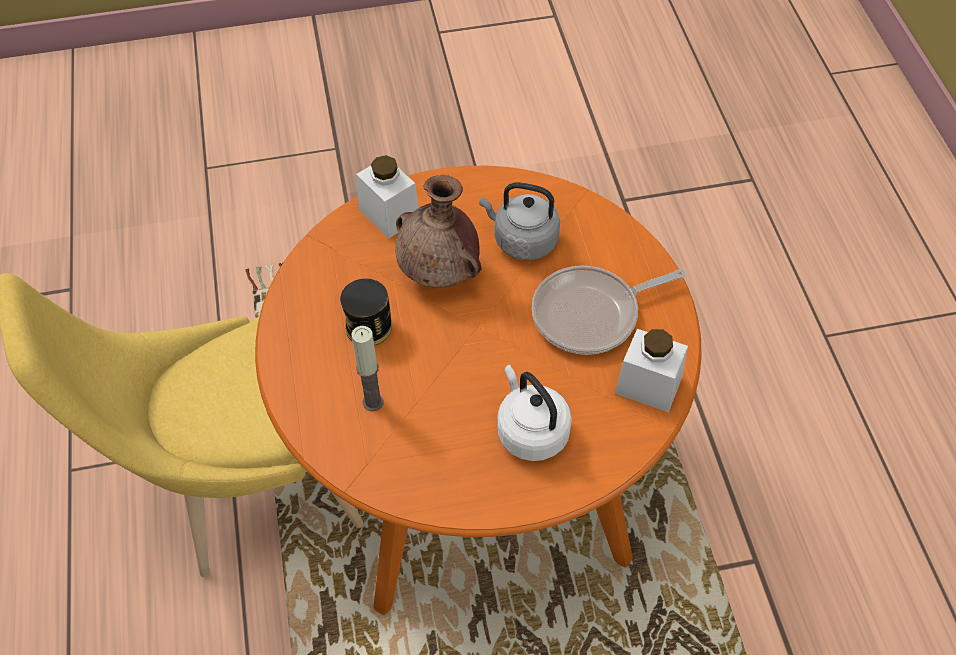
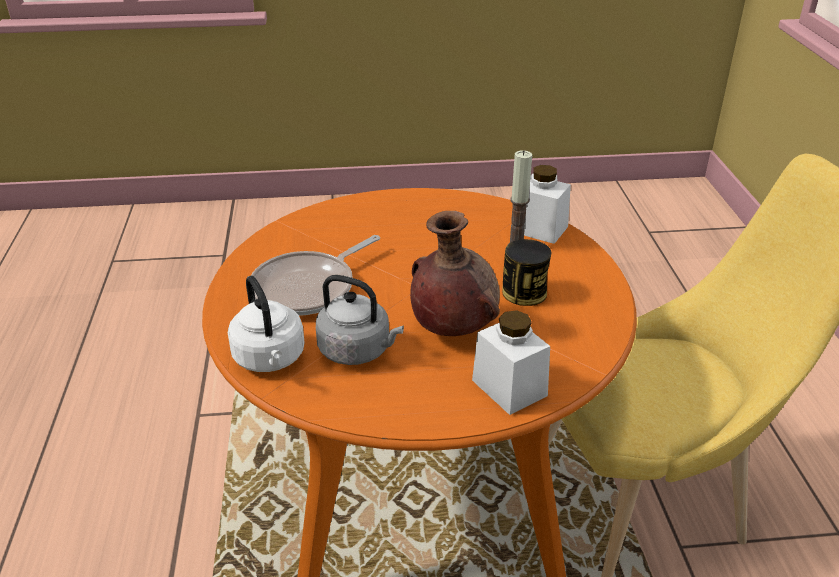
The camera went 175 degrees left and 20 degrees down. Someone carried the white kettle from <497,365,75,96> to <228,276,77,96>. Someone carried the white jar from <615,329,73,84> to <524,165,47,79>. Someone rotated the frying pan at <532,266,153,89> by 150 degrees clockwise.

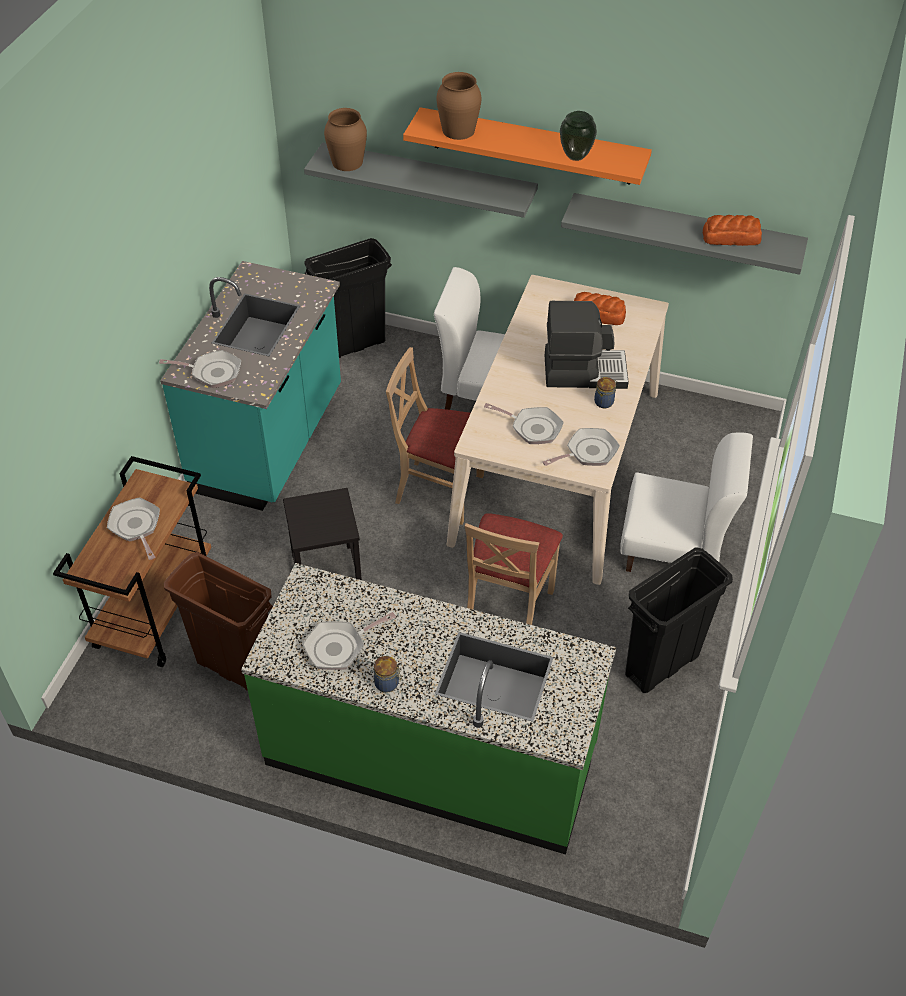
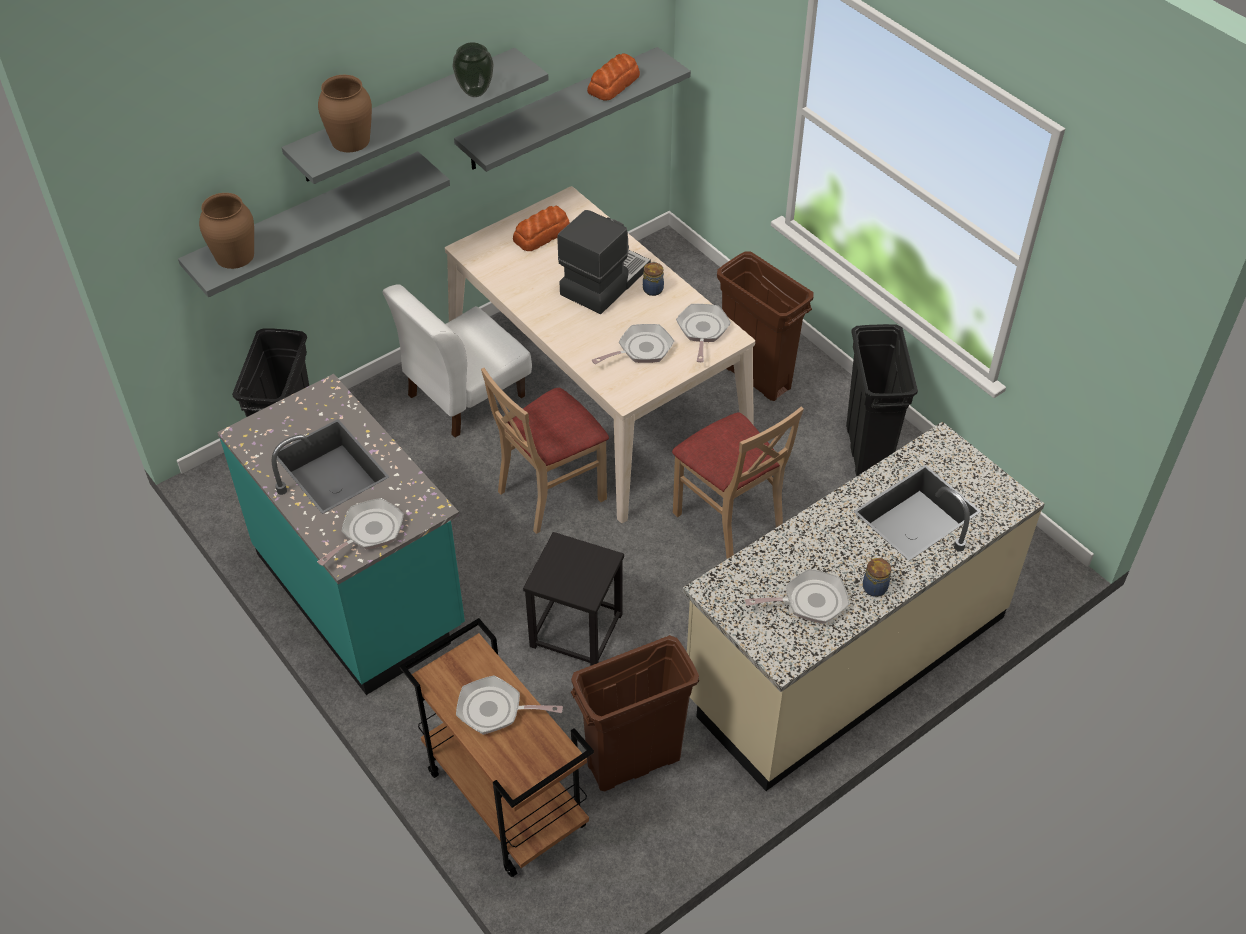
The camera went 55 degrees left and 0 degrees up. Someone swapped the white chair at <620,432,133,140> for the brown trash can at <717,251,97,150>. Someone repainted the green counter at <241,563,375,292>, which became the beige counter at <682,421,363,370>. Someone repainted the orange shelf at <403,107,249,78>, which became the grey shelf at <282,48,267,136>. Someone rotated the frying pan at <303,612,93,58> by 105 degrees counterclockwise.

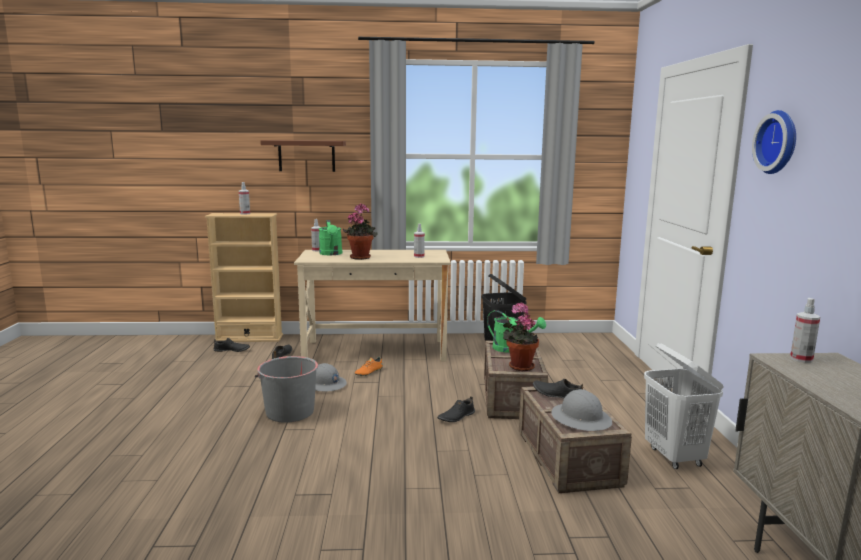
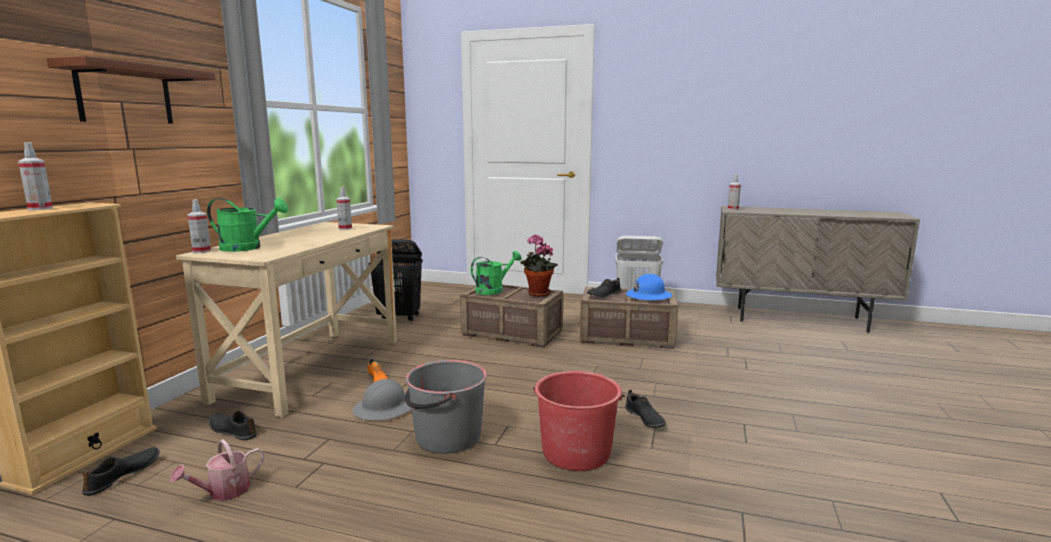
The camera went 70 degrees left and 0 degrees up. Someone took away the potted plant at <343,204,35,56>. Someone took away the wall clock at <752,110,44,64>. Someone put down the watering can at <170,439,94,62>. Someone put down the red bucket at <533,371,92,100>. Someone carried the black shoe from <437,396,38,26> to <625,390,41,38>. Someone repainted the grey hard hat at <551,389,61,42>, which became the blue hard hat at <626,274,46,27>.

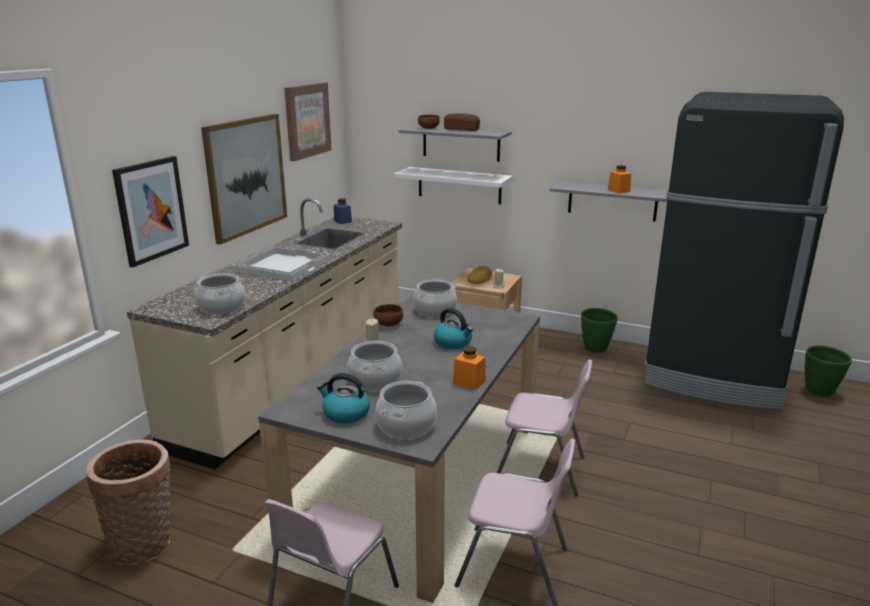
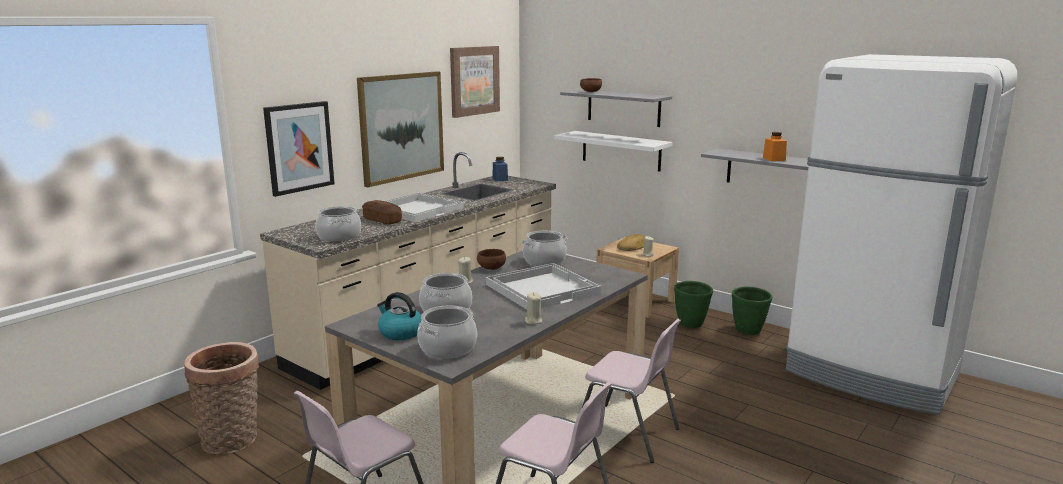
The camera went 15 degrees right and 5 degrees down. Someone carried the bread from <444,113,36,18> to <362,200,40,24>. Someone carried the green planter from <805,345,47,52> to <674,281,39,47>. Someone swapped the kettle at <434,308,39,41> for the white tray at <486,263,115,47>. Someone swapped the orange jar at <453,346,33,44> for the beige candle at <525,292,17,33>. Someone repainted the black fridge at <645,92,199,318>, which became the white fridge at <785,54,232,361>.

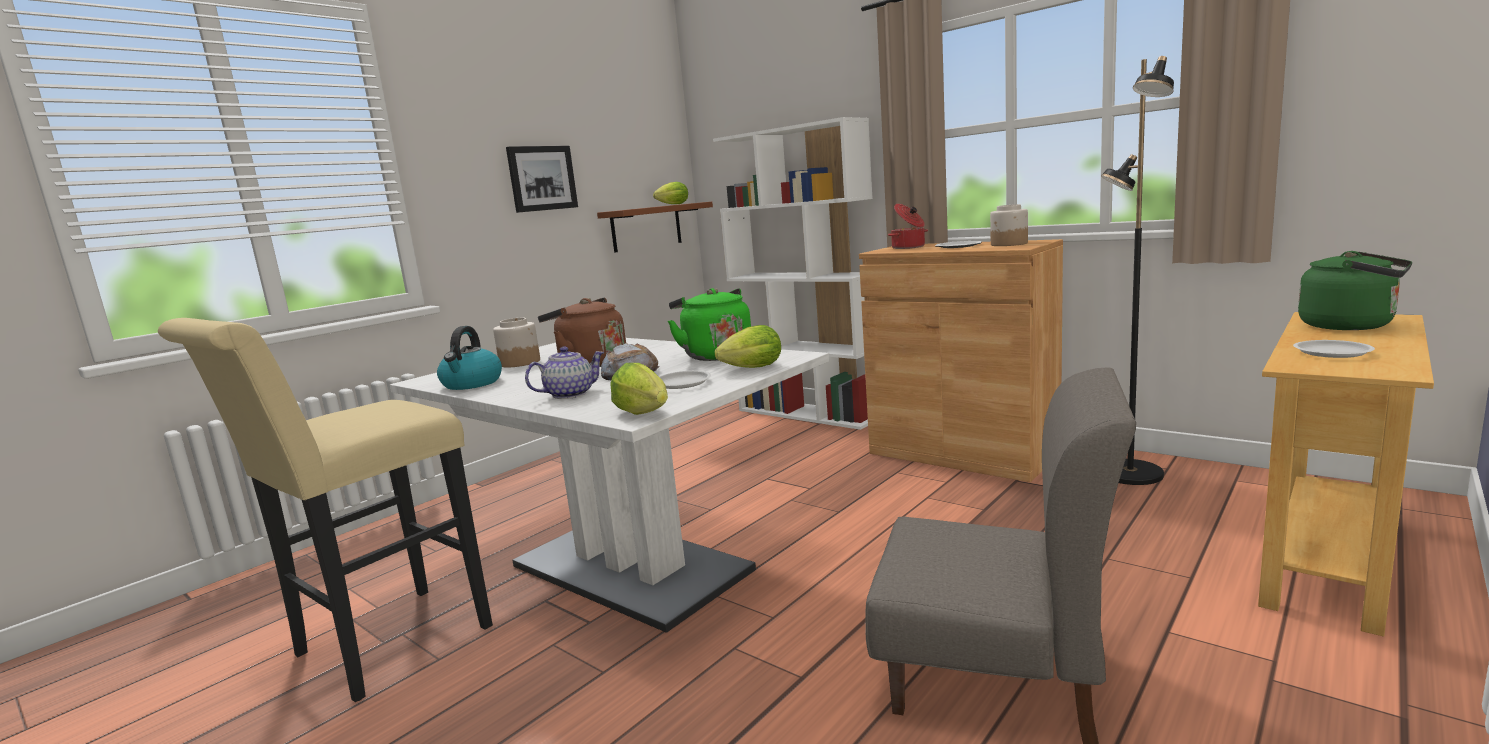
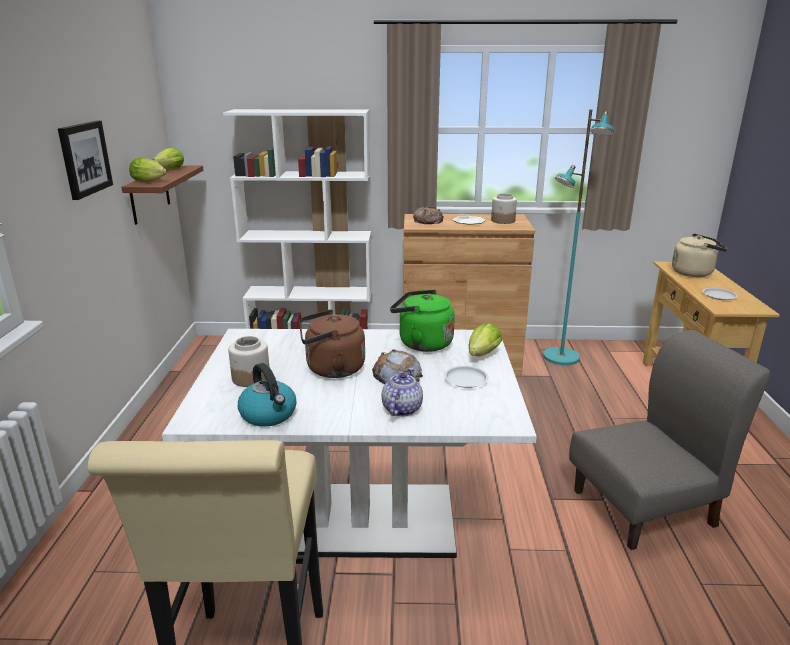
The camera went 40 degrees left and 10 degrees up. Someone carried the lettuce from <610,363,58,52> to <129,158,38,24>. Someone swapped the cooking pot at <888,204,40,45> for the bread at <413,206,31,18>. Someone repainted the black floor lamp at <1101,56,73,429>, which became the turquoise floor lamp at <543,109,71,256>. Someone repainted the green kettle at <1298,251,114,79>, which became the beige kettle at <672,233,55,44>.

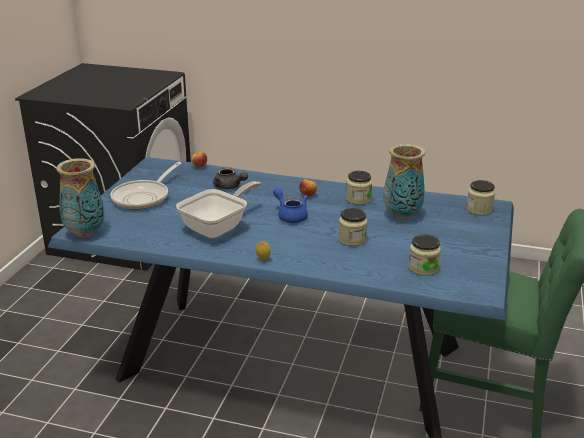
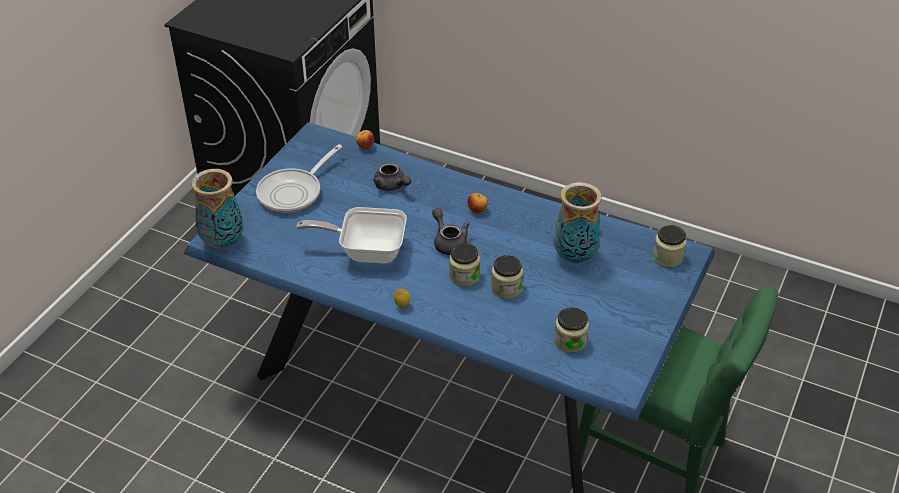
The camera went 10 degrees right and 15 degrees up. Someone carried the jar from <346,171,26,34> to <449,243,31,43>. Someone repainted the blue teapot at <273,188,35,35>, which became the grey teapot at <432,208,38,47>. Someone rotated the frying pan at <176,181,85,57> by 135 degrees counterclockwise.

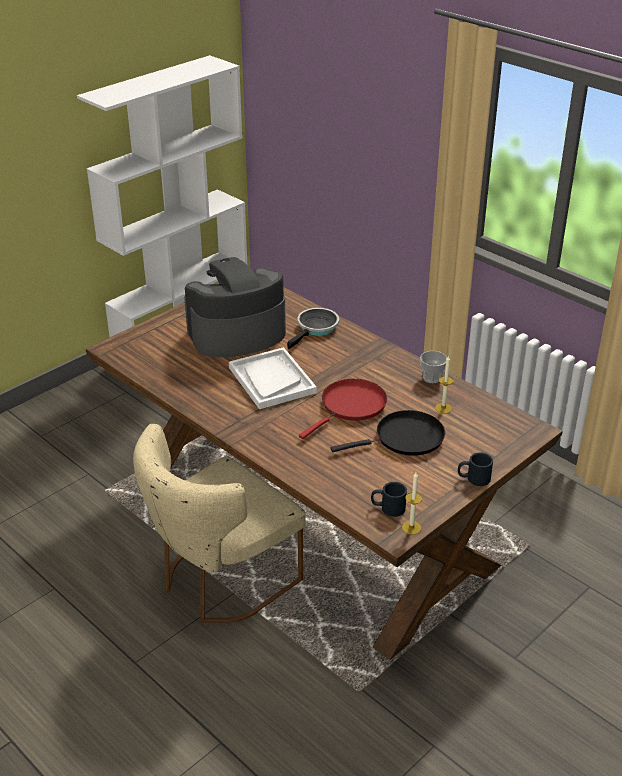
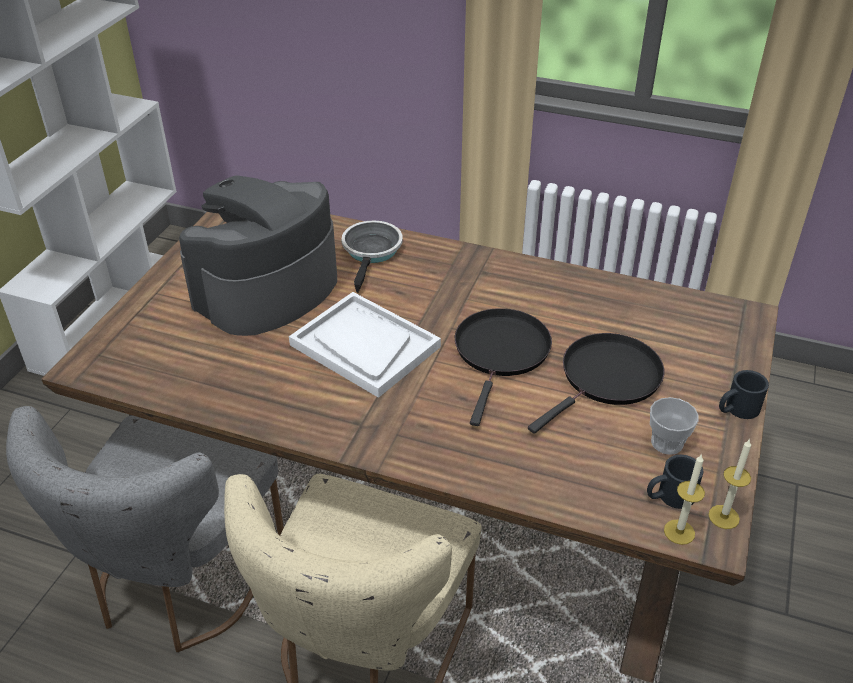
The camera went 25 degrees left and 5 degrees up. Someone put down the grey chair at <6,406,278,246>. Someone carried the cup from <420,351,27,32> to <650,397,48,58>. Someone carried the candle from <435,355,19,59> to <664,454,41,91>. Someone repainted the red frying pan at <299,379,88,60>, which became the black frying pan at <455,308,97,118>.

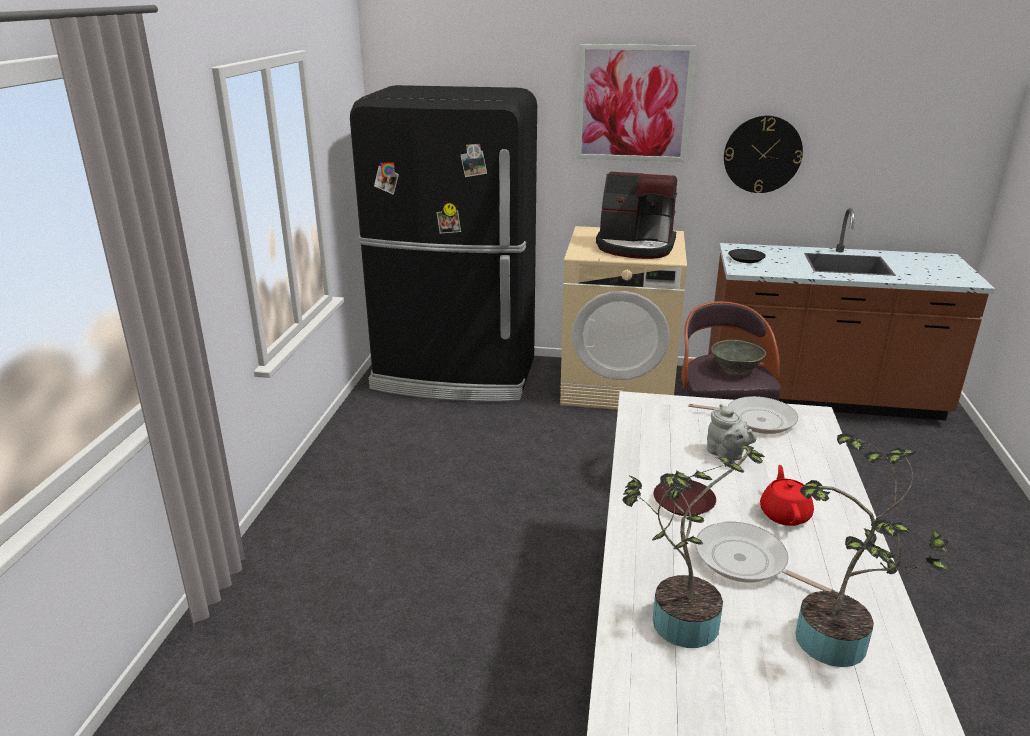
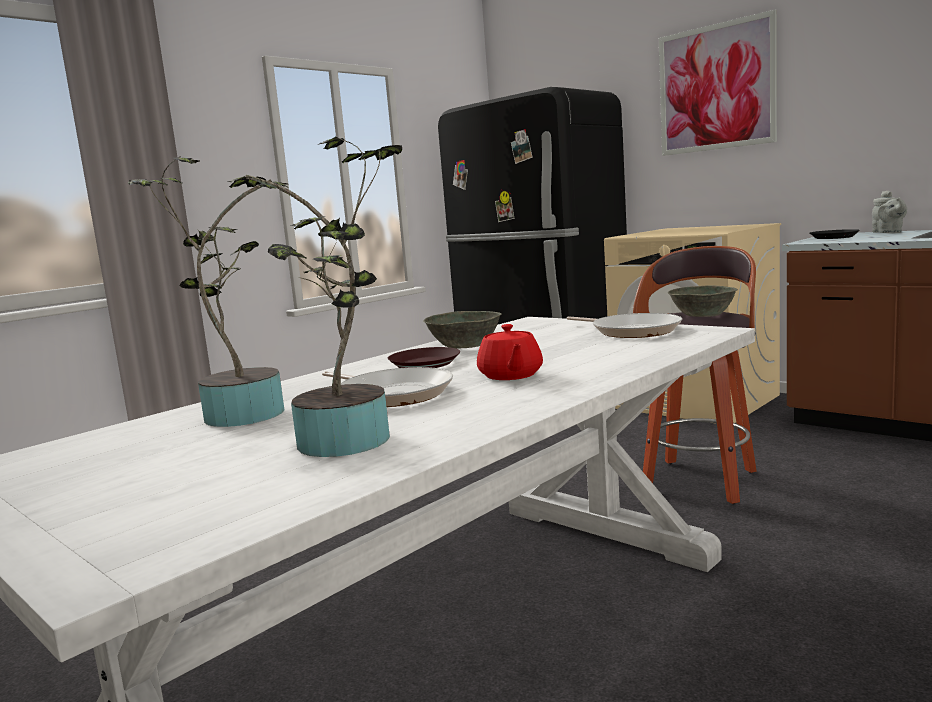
The camera went 35 degrees right and 15 degrees down. Someone took away the coffee machine at <596,172,81,87>. Someone took away the wall clock at <724,116,79,77>. Someone put down the grey bowl at <423,311,79,38>. Someone carried the grey teapot from <707,404,50,56> to <872,190,35,43>. Someone rotated the frying pan at <695,521,142,71> by 150 degrees clockwise. Someone rotated the red teapot at <760,465,54,61> by 135 degrees clockwise.

